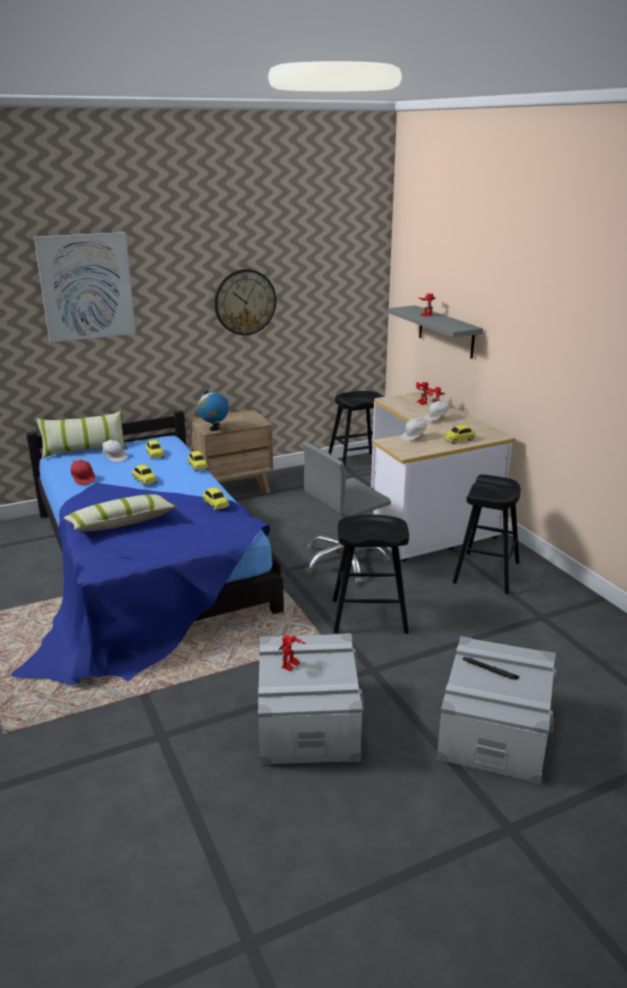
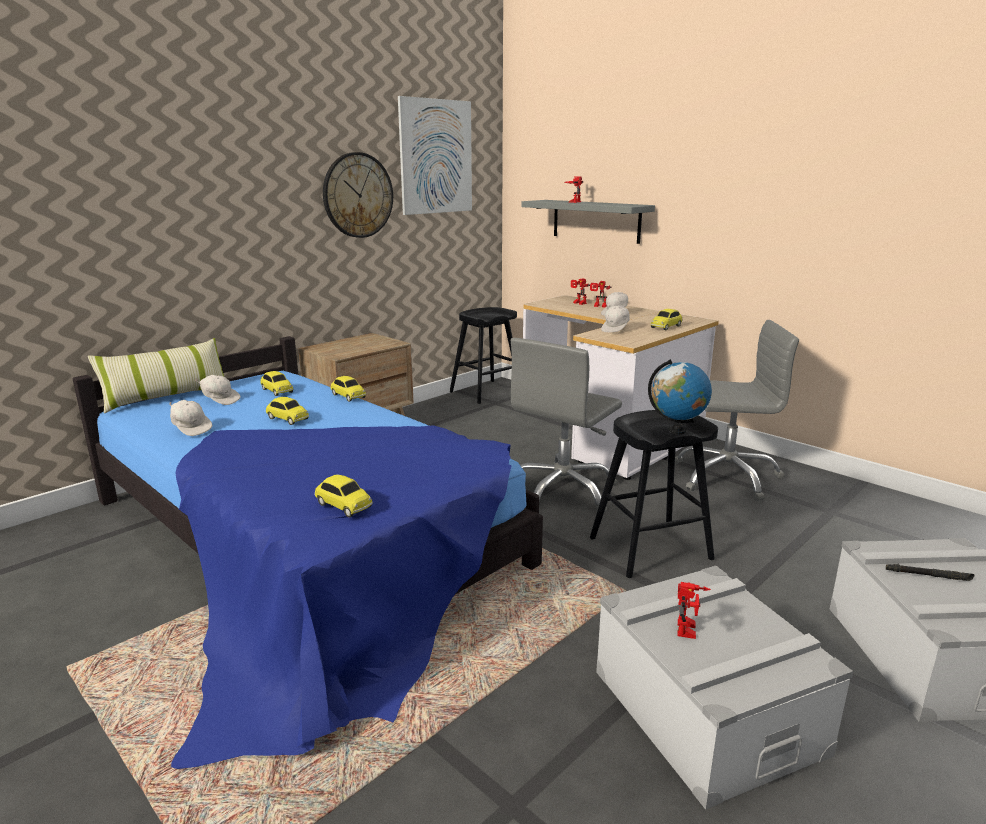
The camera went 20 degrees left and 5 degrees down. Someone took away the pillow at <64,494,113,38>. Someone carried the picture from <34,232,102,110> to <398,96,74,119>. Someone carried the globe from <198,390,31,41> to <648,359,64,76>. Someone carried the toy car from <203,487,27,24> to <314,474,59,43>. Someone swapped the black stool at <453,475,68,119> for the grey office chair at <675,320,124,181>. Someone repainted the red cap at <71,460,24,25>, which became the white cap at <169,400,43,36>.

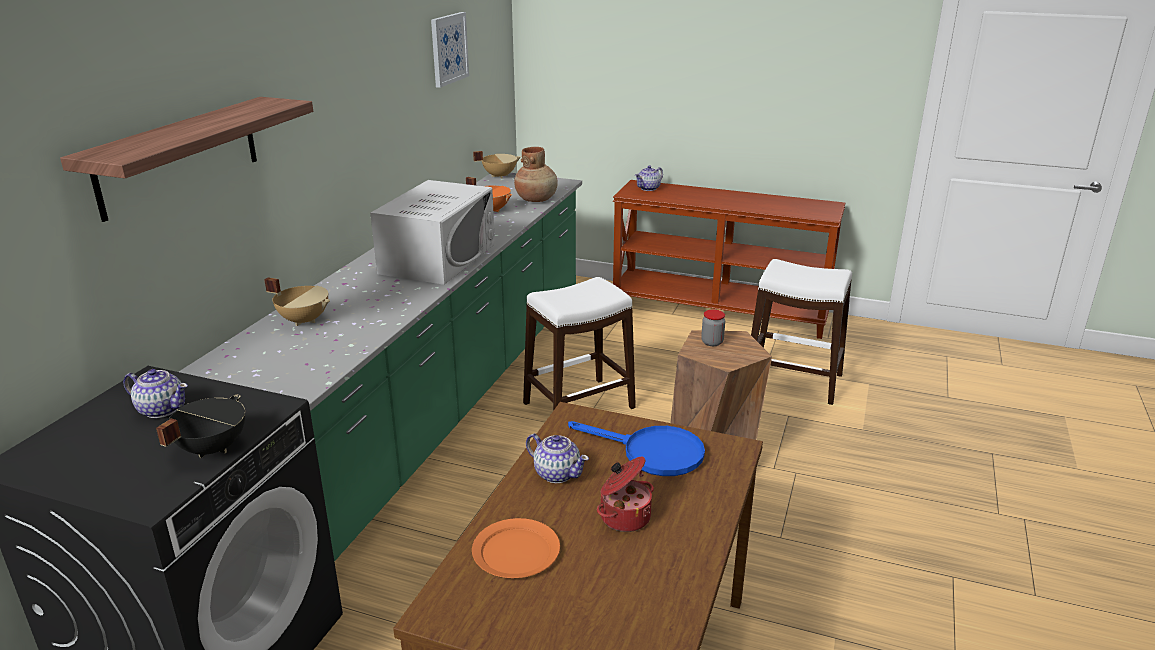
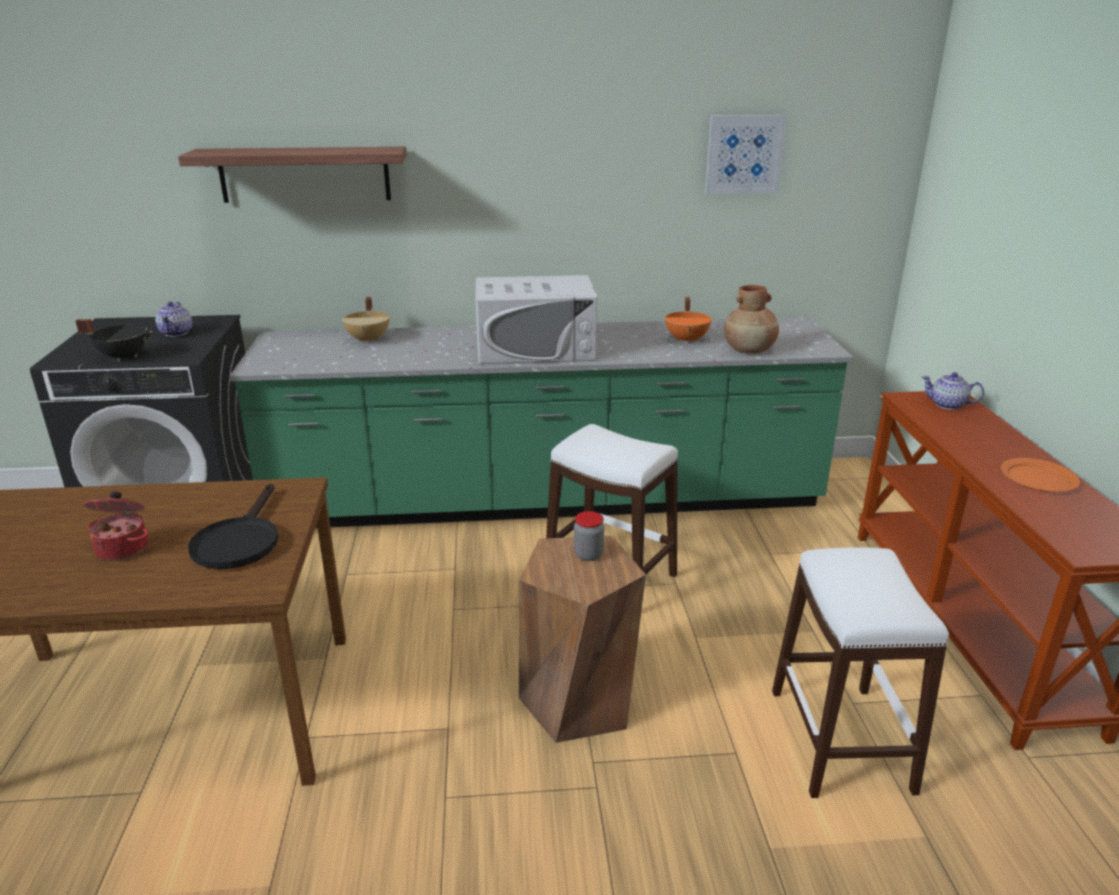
The camera went 65 degrees right and 0 degrees up. Someone took away the beige cooking pot at <473,151,48,28>. Someone took away the teapot at <526,434,63,49>. Someone carried the orange plate from <472,518,88,60> to <1001,458,79,34>. Someone repainted the blue frying pan at <568,421,137,55>, which became the black frying pan at <188,483,90,86>.

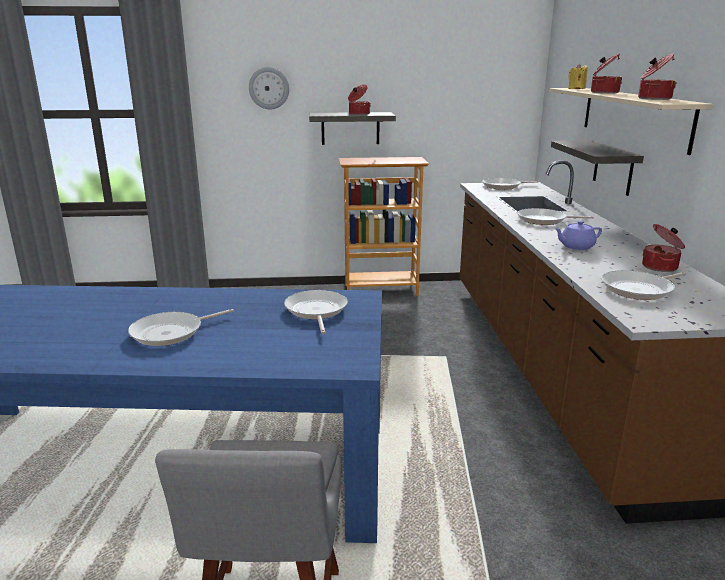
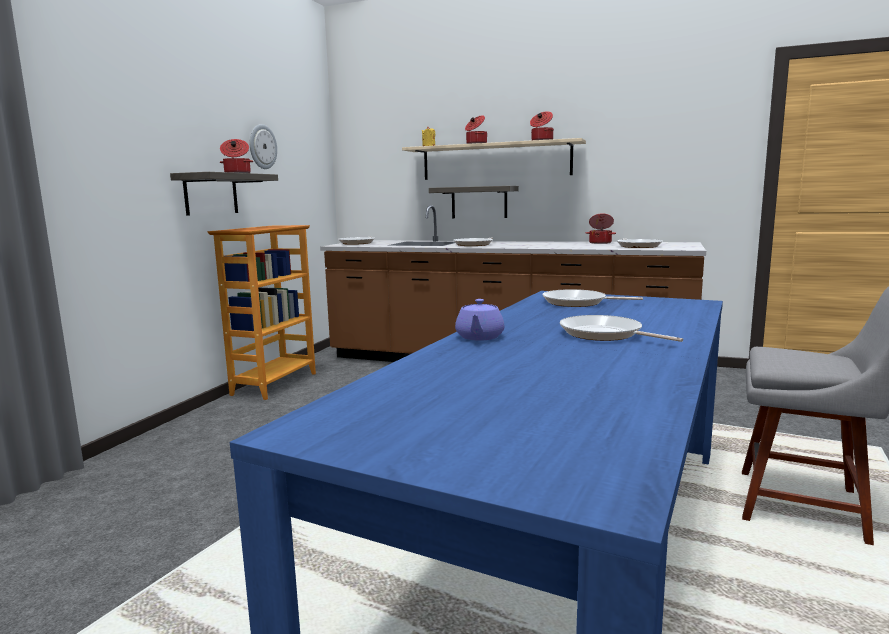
The camera went 65 degrees left and 10 degrees down. Someone carried the wall clock from <249,67,40,42> to <250,124,27,45>. Someone carried the purple teapot from <554,221,48,29> to <455,299,49,42>. Someone rotated the frying pan at <128,309,106,37> by 150 degrees clockwise.

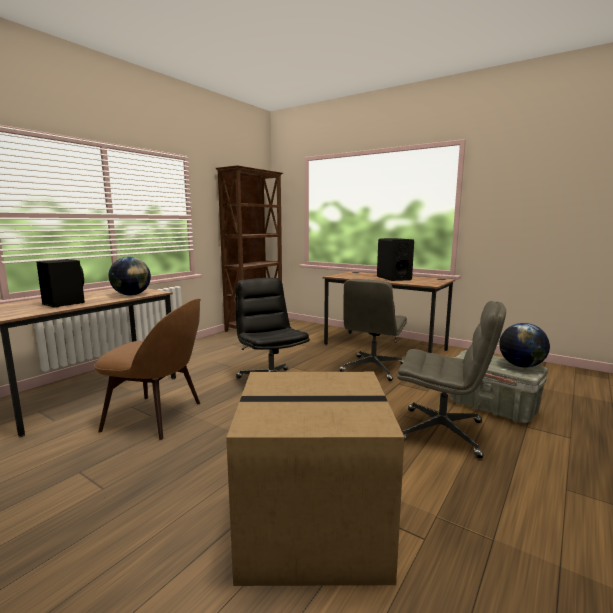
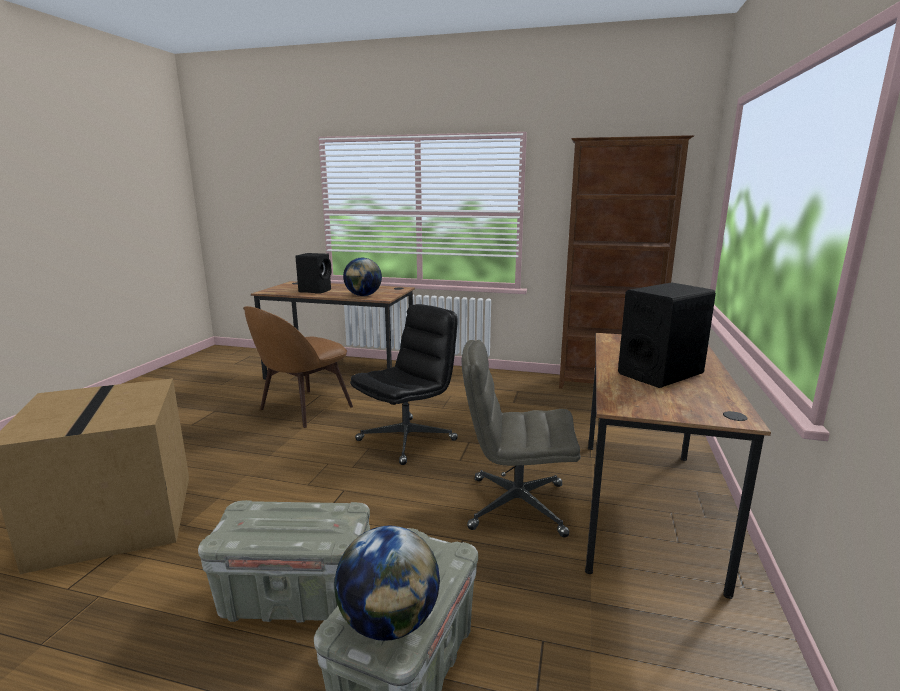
The camera went 70 degrees right and 5 degrees up. Someone swapped the grey office chair at <397,301,109,157> for the grey storage box at <198,500,172,122>. Someone rotated the brown chair at <94,299,107,141> by 45 degrees clockwise.

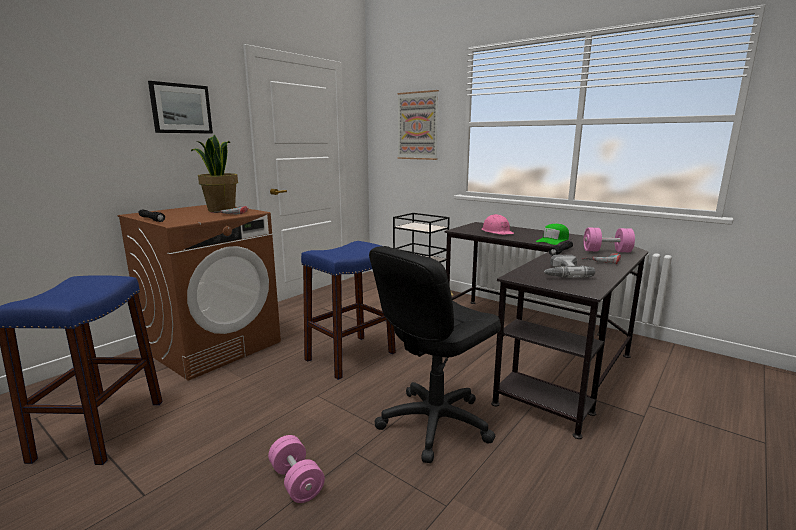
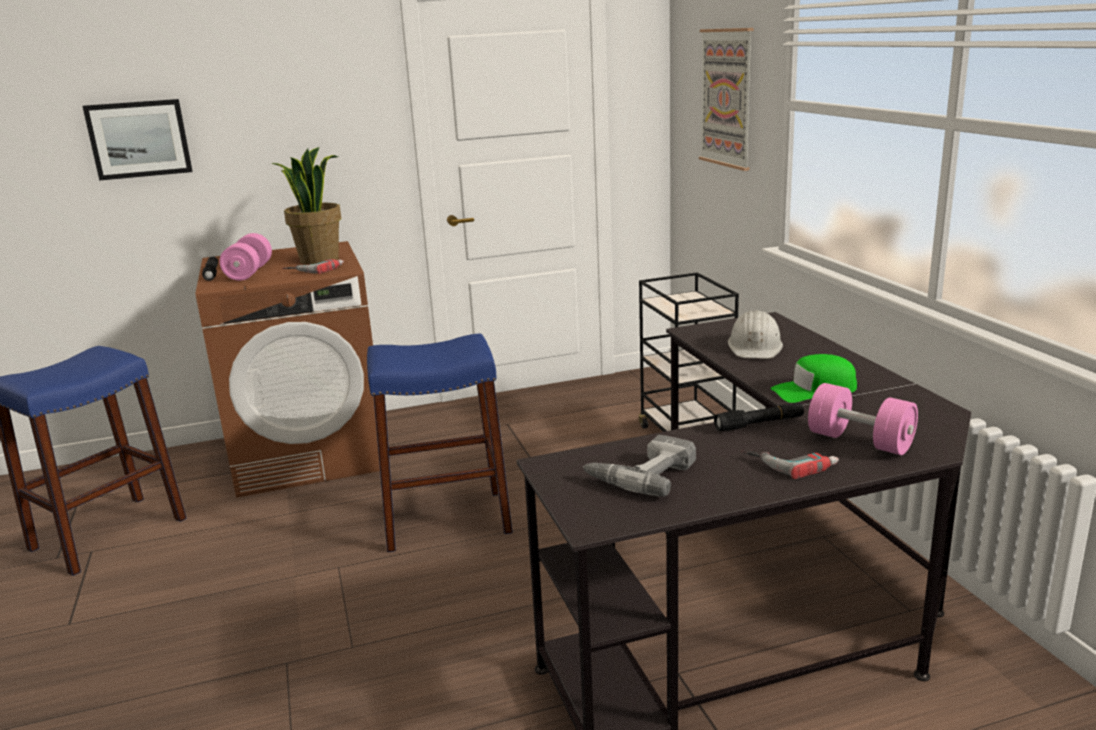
The camera went 35 degrees right and 5 degrees up. Someone took away the black office chair at <369,246,132,217>. Someone carried the picture from <148,81,65,53> to <82,99,111,82>. Someone carried the pink dumbbell from <268,435,57,68> to <219,233,53,48>. Someone repainted the pink hard hat at <481,214,33,21>, which became the white hard hat at <728,310,55,49>.

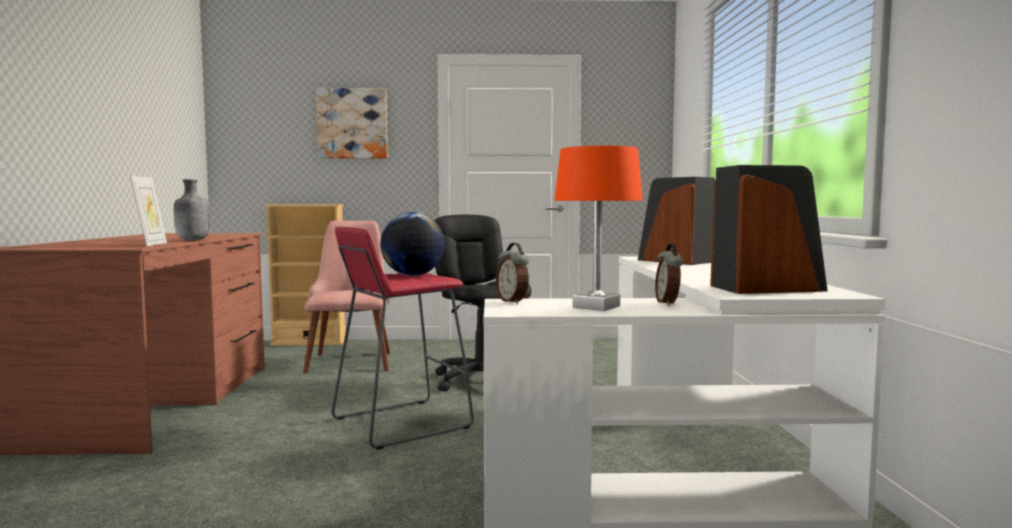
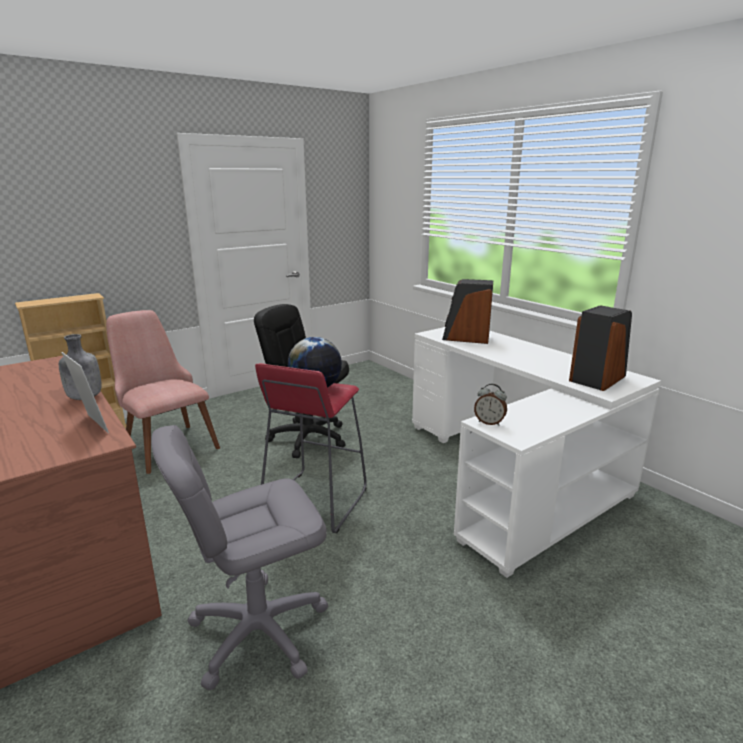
The camera went 35 degrees left and 15 degrees up. Someone took away the picture at <316,88,71,70>. Someone took away the orange table lamp at <555,146,88,165>. Someone took away the alarm clock at <655,243,28,63>. Someone put down the grey office chair at <151,425,177,266>.

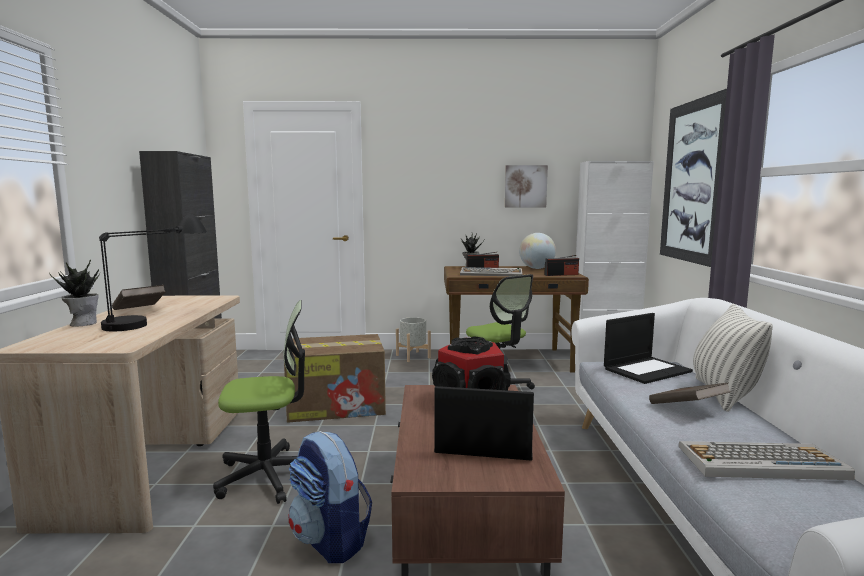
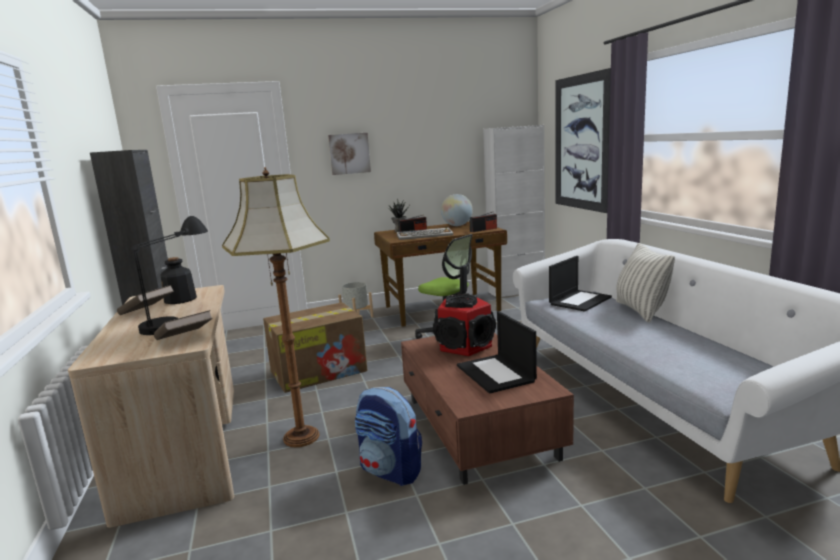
The camera went 15 degrees left and 5 degrees up. Someone took away the potted plant at <49,260,51,67>. Someone took away the keyboard at <679,441,176,39>. Someone put down the bottle at <161,257,36,47>. Someone carried the picture from <505,165,43,42> to <328,133,43,42>. Someone carried the brown book from <649,383,82,21> to <154,310,59,30>. Someone swapped the office chair at <213,300,92,204> for the floor lamp at <222,167,108,280>. Someone rotated the laptop at <434,386,100,75> by 105 degrees counterclockwise.

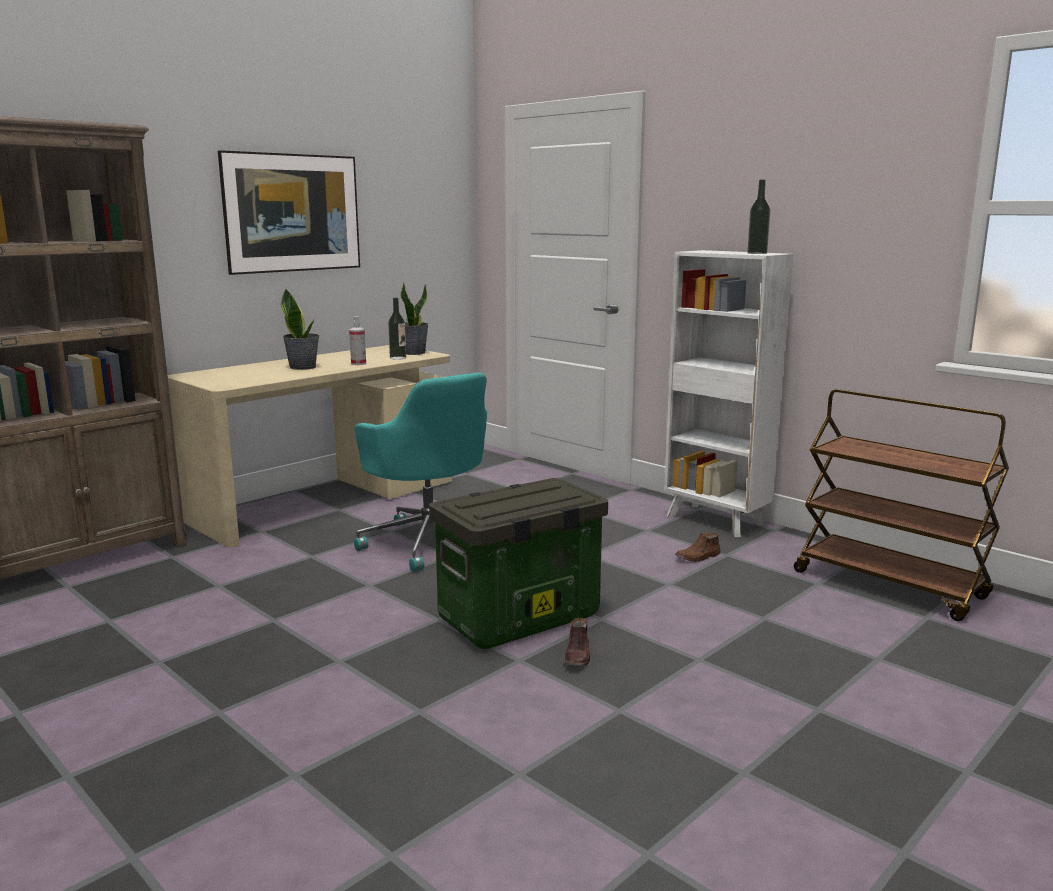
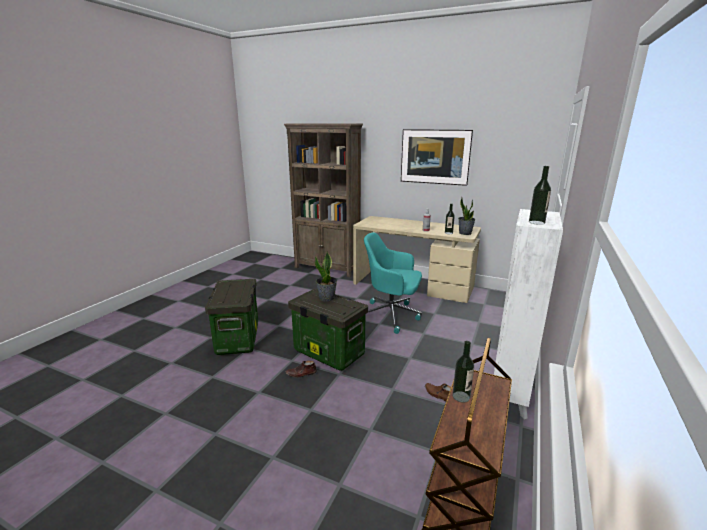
The camera went 70 degrees right and 5 degrees up. Someone put down the storage box at <205,279,53,76>. Someone put down the bottle at <452,341,22,62>. Someone carried the potted plant from <281,288,38,82> to <315,251,22,51>. Someone rotated the turquoise office chair at <354,372,133,200> by 75 degrees clockwise.

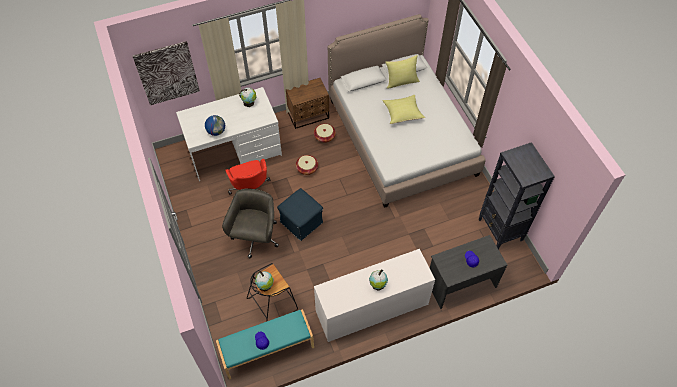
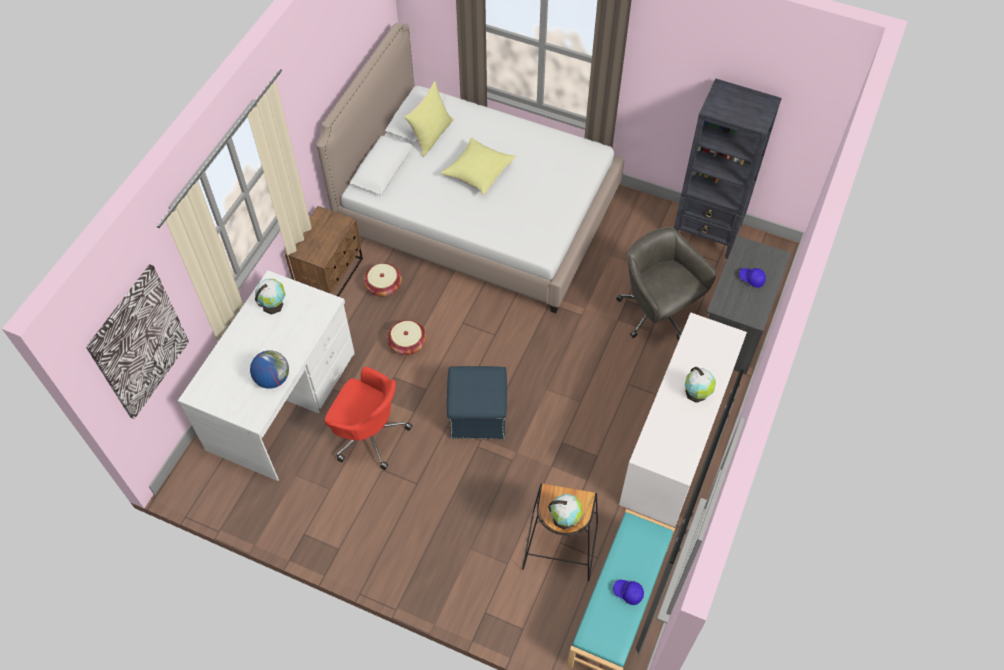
The camera went 45 degrees left and 0 degrees up. Someone carried the grey office chair from <222,189,57,69> to <616,227,100,113>.

